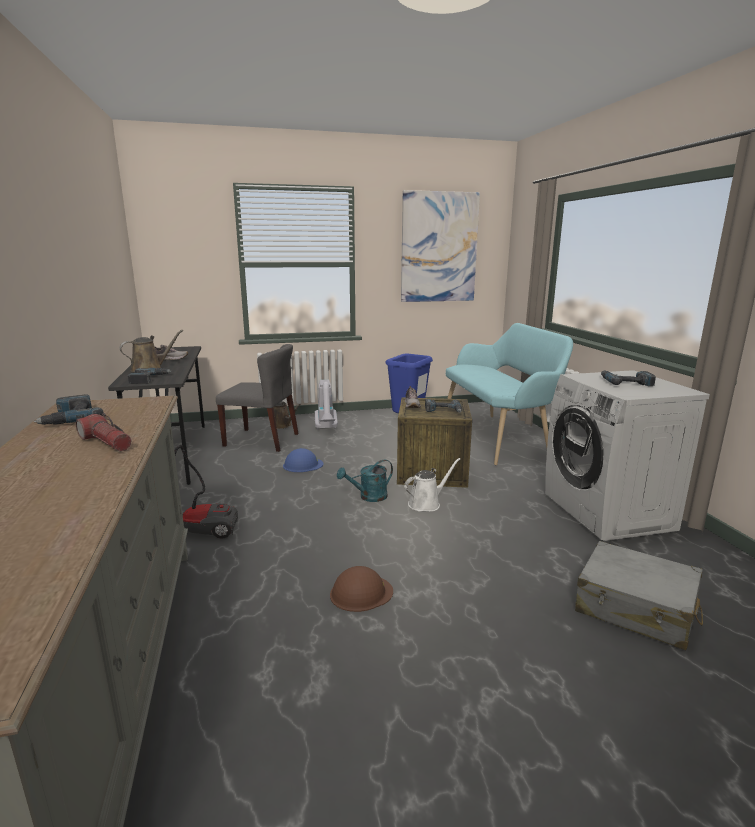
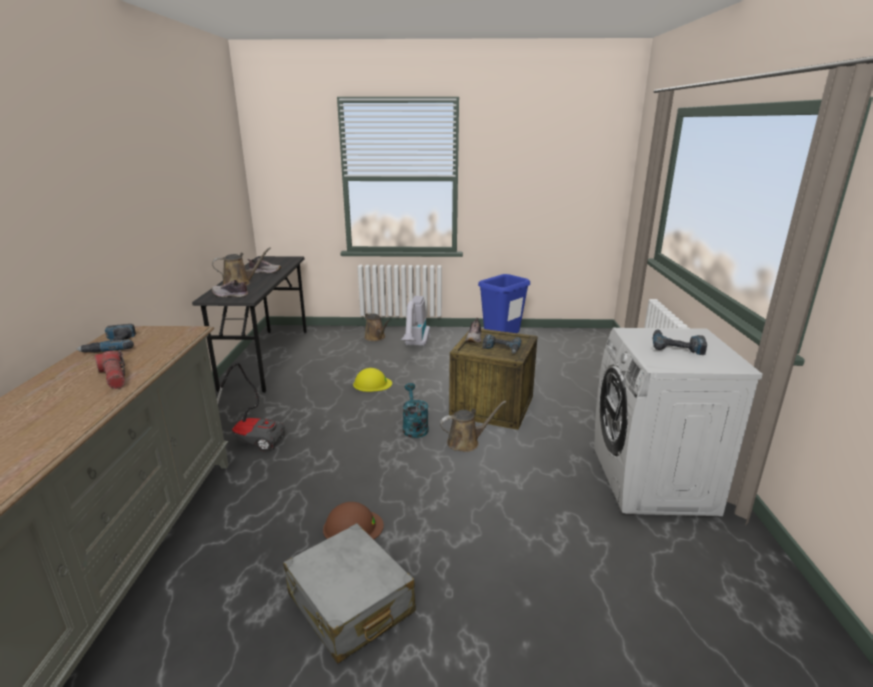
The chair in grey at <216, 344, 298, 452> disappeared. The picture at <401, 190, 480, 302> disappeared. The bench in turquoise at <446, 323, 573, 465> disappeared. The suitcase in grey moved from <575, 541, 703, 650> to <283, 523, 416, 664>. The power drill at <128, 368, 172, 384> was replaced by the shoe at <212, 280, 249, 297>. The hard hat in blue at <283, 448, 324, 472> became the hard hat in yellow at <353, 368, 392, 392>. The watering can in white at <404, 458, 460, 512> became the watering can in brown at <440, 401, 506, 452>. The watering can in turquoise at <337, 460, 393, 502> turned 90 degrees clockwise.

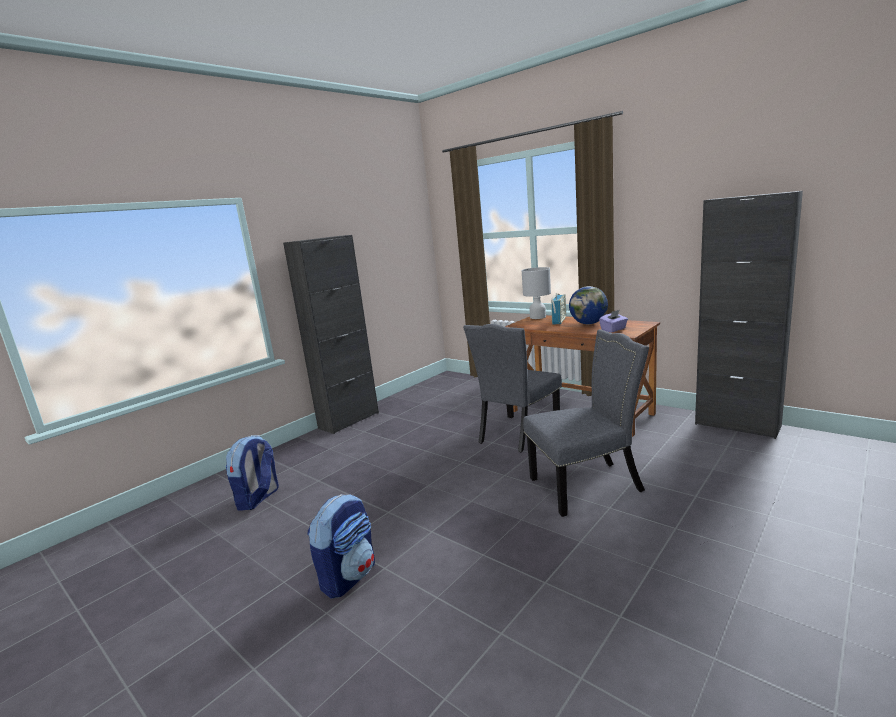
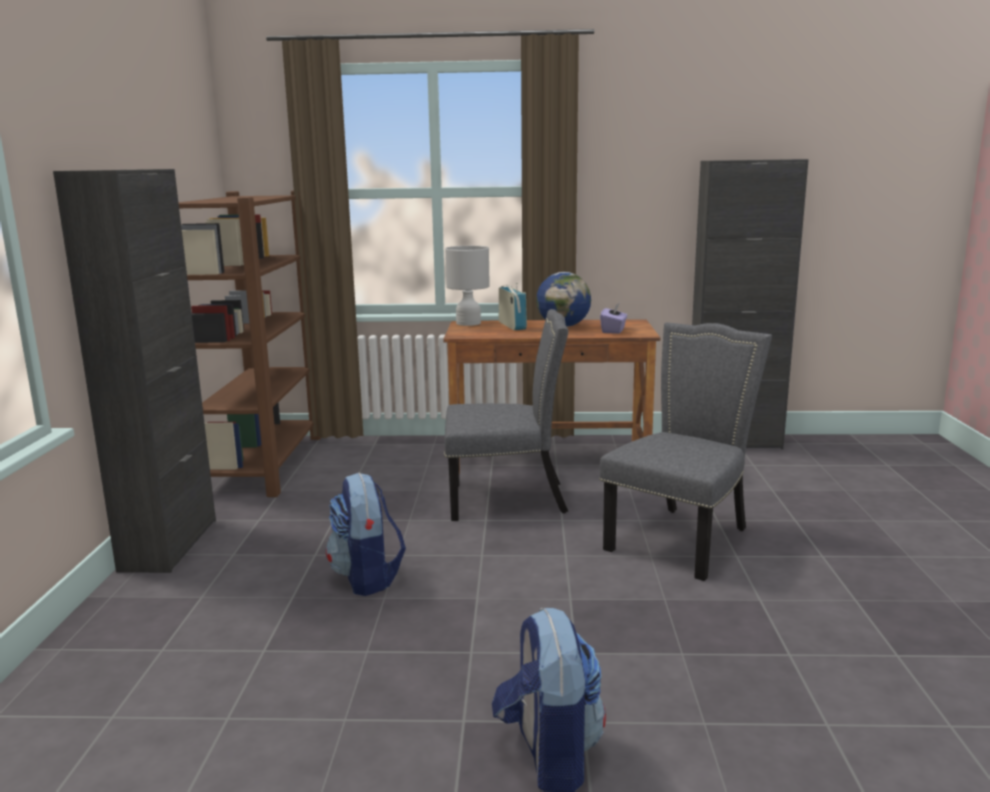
The bookcase in brown at <178, 191, 321, 497> appeared. The backpack moved from <226, 435, 279, 511> to <326, 472, 406, 596>. The chair in grey at <463, 324, 562, 453> turned 90 degrees counterclockwise.

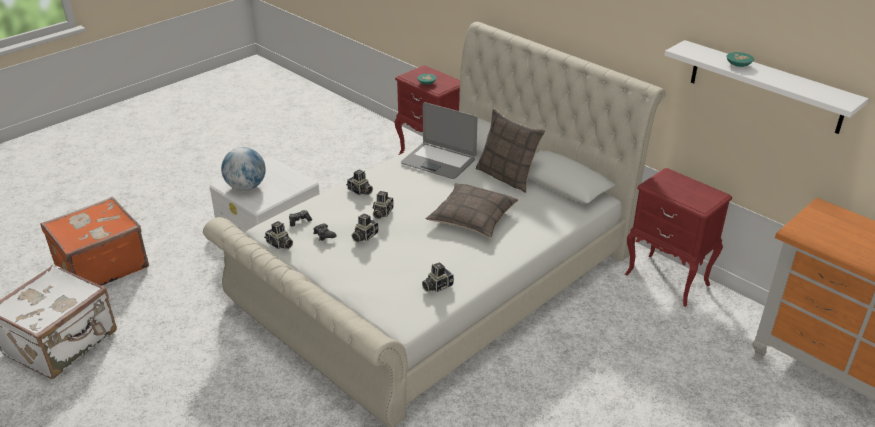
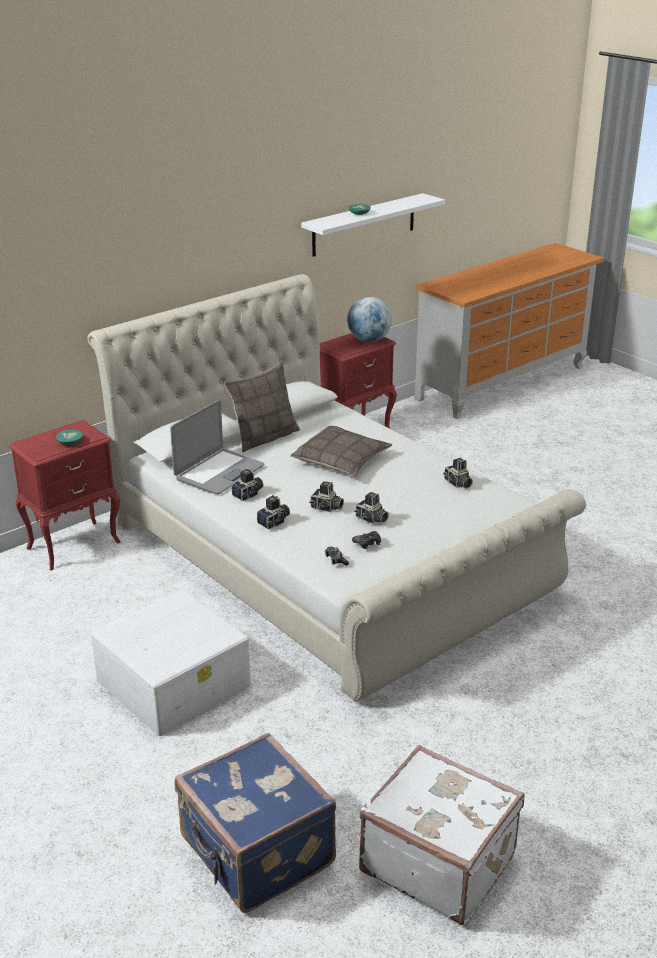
The globe moved from <221, 147, 266, 191> to <347, 297, 392, 342>. The photo camera moved from <264, 221, 293, 249> to <232, 468, 263, 501>. The suitcase in orange at <41, 197, 149, 286> became the suitcase in blue at <174, 733, 336, 913>.

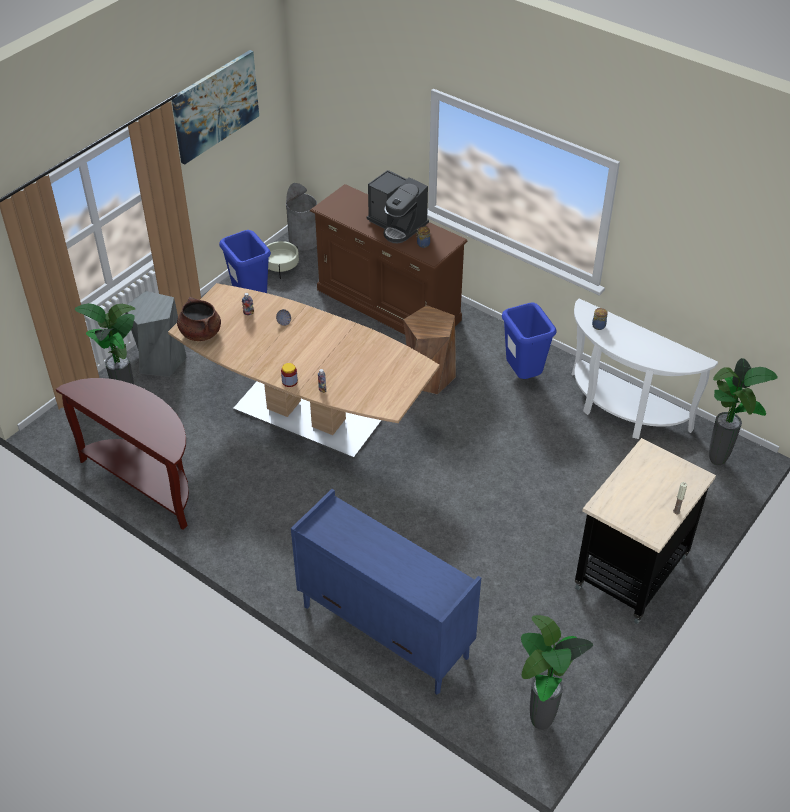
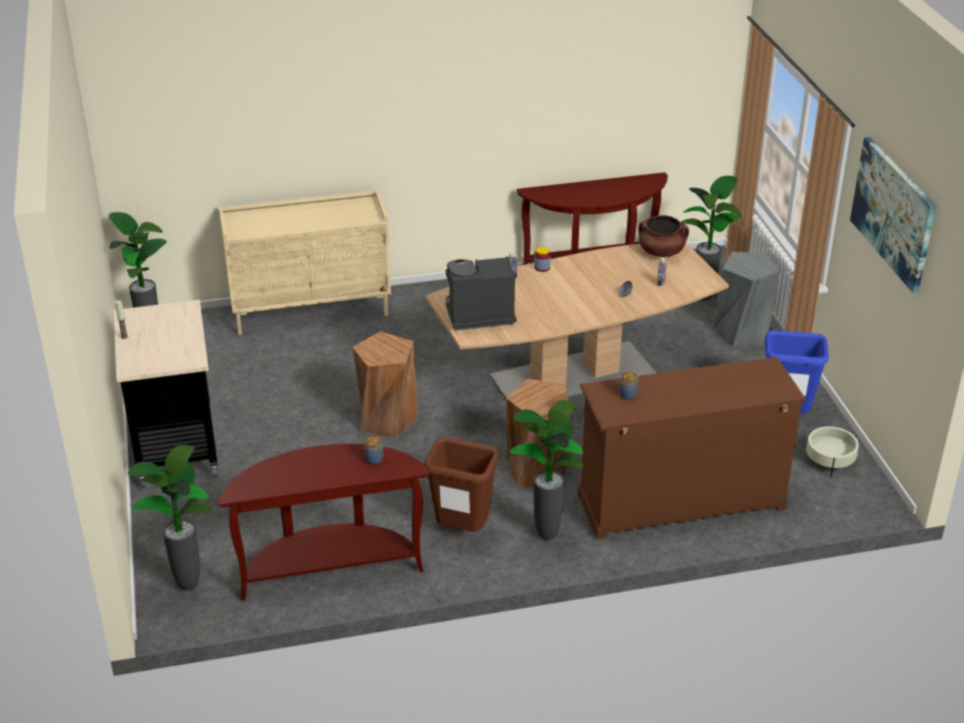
The trash can in grey at <286, 183, 317, 251> disappeared. The stool in brown at <352, 331, 418, 438> appeared. The potted plant at <510, 400, 584, 540> appeared. The coffee machine moved from <367, 170, 429, 243> to <445, 256, 517, 331>. The cabinet in blue at <291, 489, 481, 695> became the cabinet in beige at <219, 190, 391, 335>. The trash can in blue at <502, 303, 556, 379> became the trash can in brown at <424, 437, 500, 532>. The console table in white at <571, 298, 718, 439> became the console table in brown at <219, 444, 429, 600>.

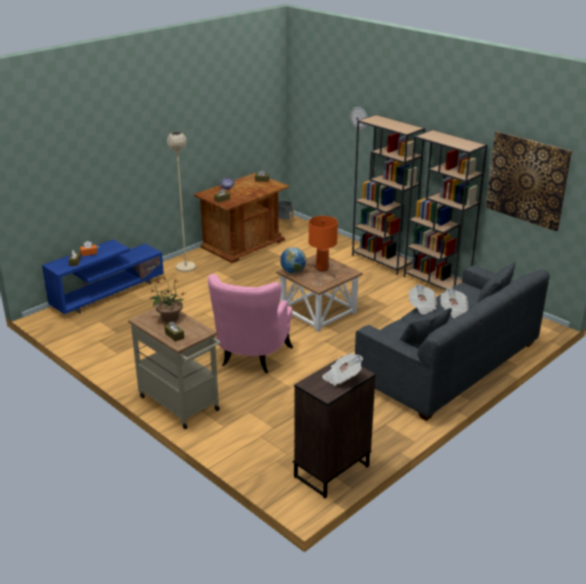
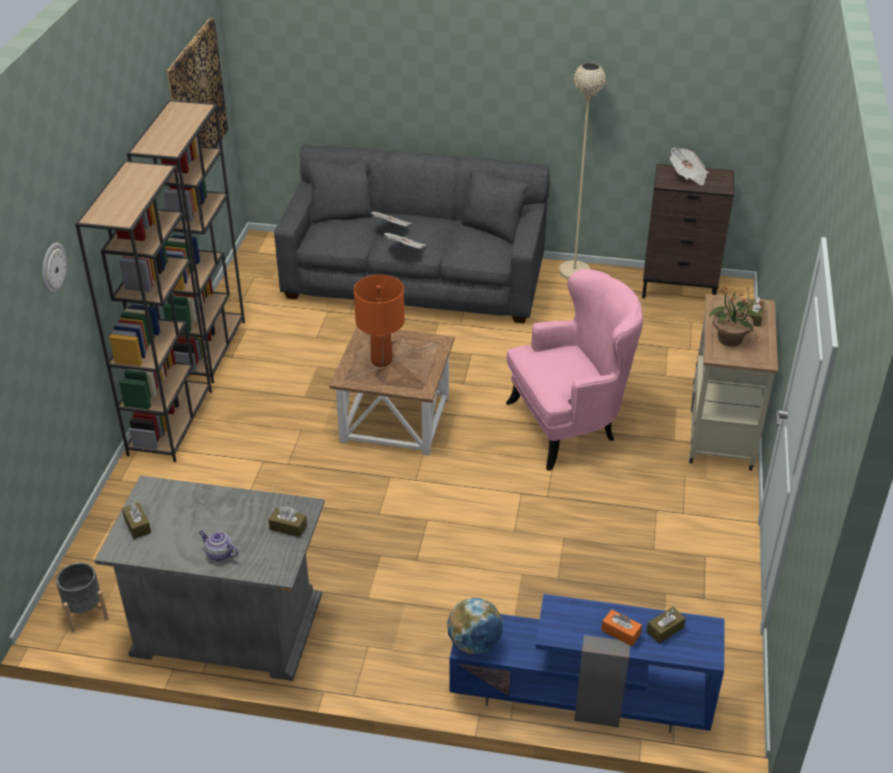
The floor lamp in beige moved from <167, 131, 196, 272> to <559, 62, 605, 279>. The globe moved from <280, 247, 306, 273> to <447, 598, 503, 654>. The cabinet in brown at <194, 173, 289, 263> became the cabinet in grey at <94, 476, 324, 681>.

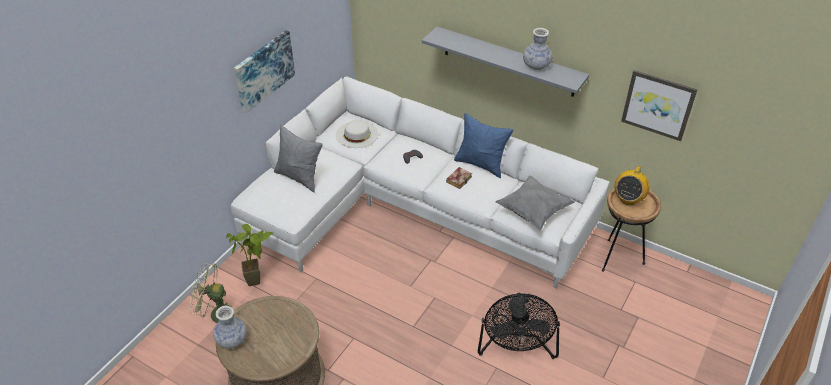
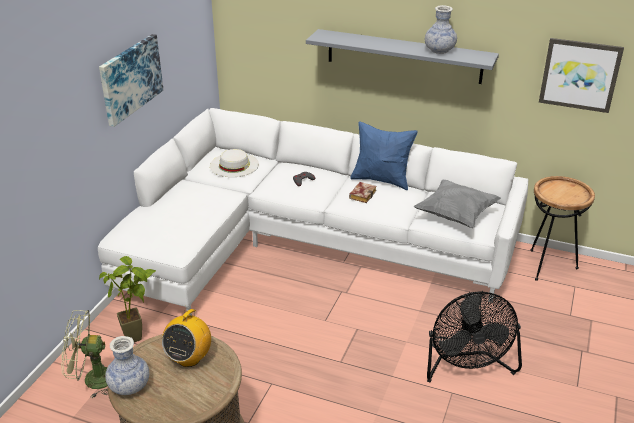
The pillow in grey at <274, 124, 323, 193> disappeared. The radio moved from <615, 163, 649, 205> to <162, 306, 211, 367>.

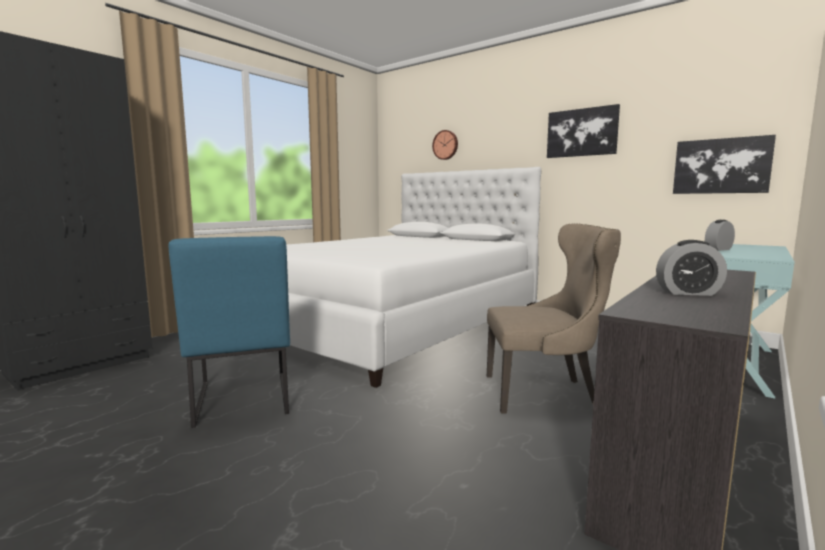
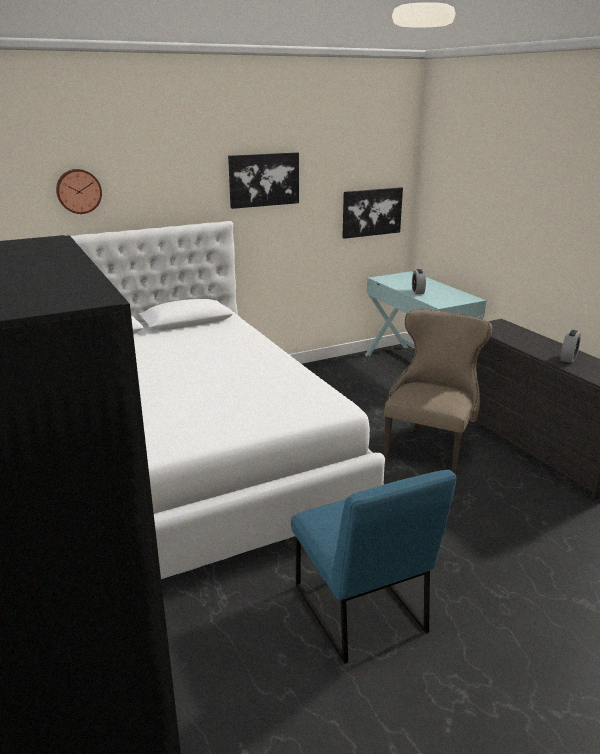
The chair in blue at <169, 236, 290, 428> turned 60 degrees clockwise.

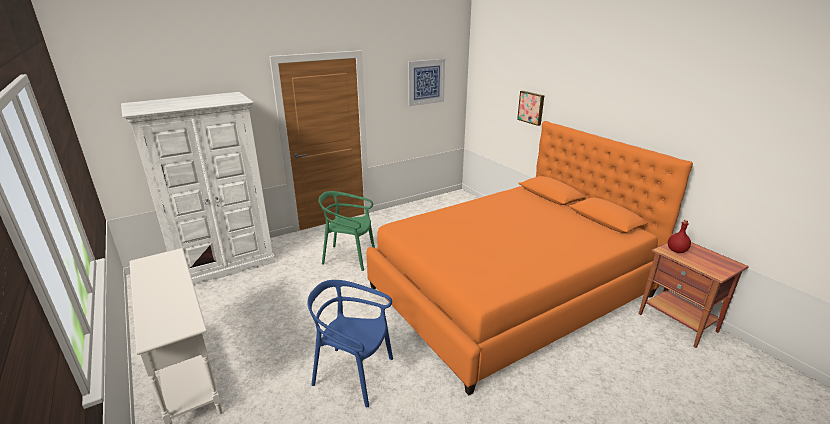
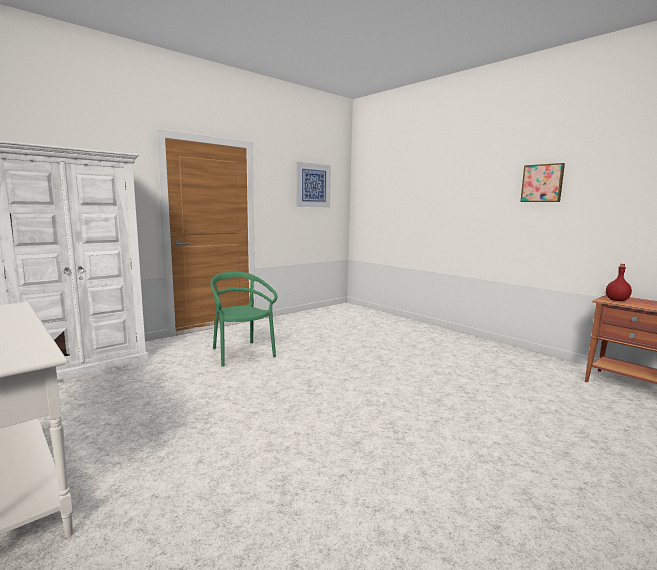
The chair in blue at <307, 280, 393, 407> disappeared. The bed in orange at <367, 121, 693, 395> disappeared. The picture moved from <517, 91, 544, 126> to <520, 163, 565, 202>. The chair in green at <319, 191, 375, 271> turned 60 degrees clockwise.

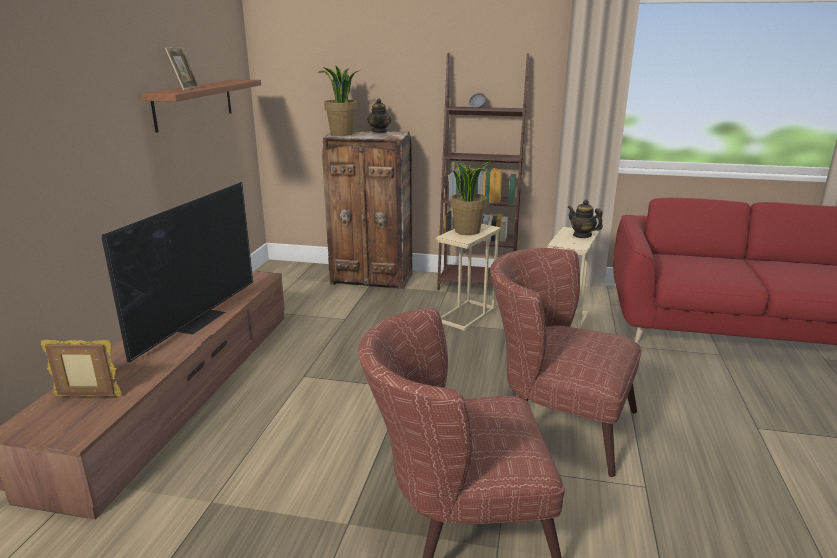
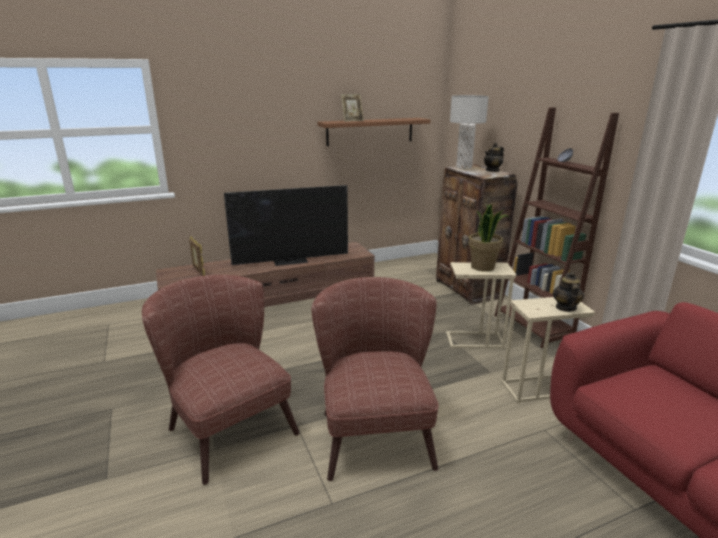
The potted plant at <317, 65, 358, 136> was replaced by the table lamp in white at <450, 95, 489, 169>.

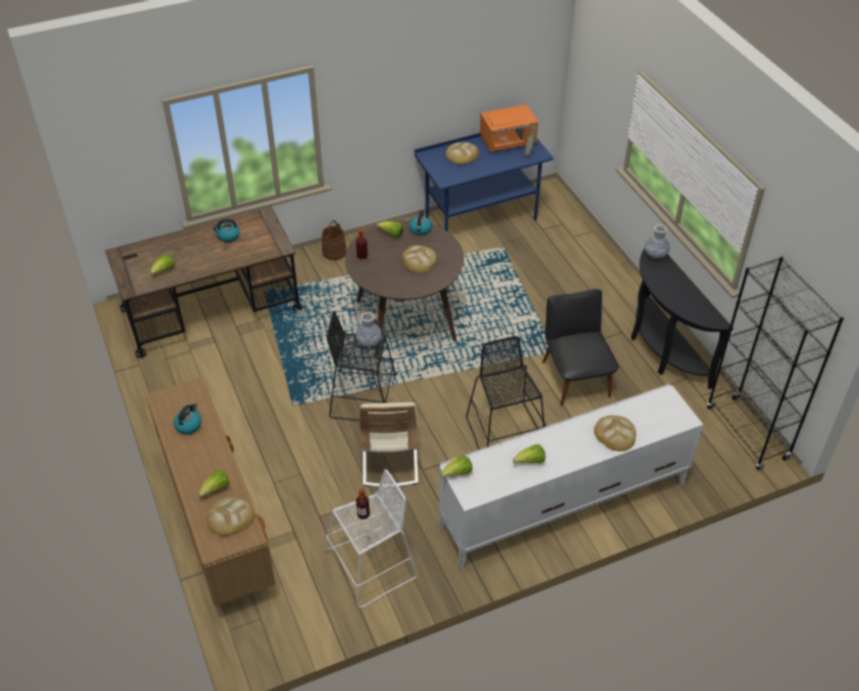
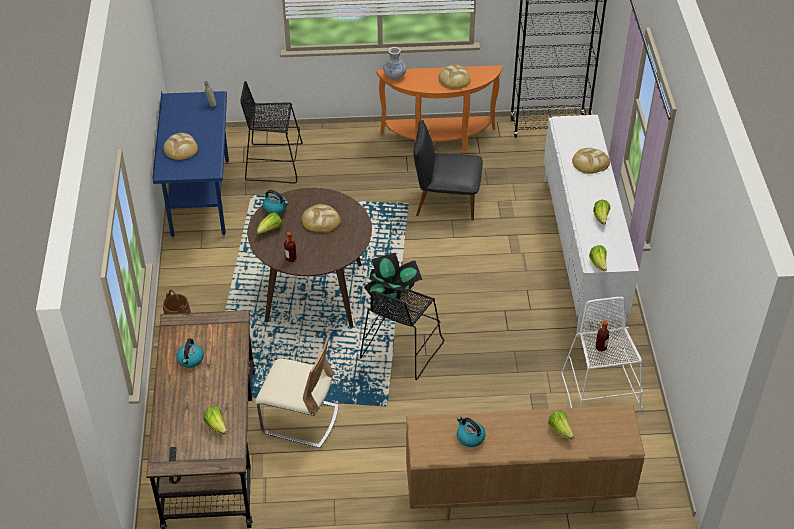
The microwave in orange at <480, 105, 538, 152> disappeared. The bread moved from <207, 497, 255, 536> to <438, 64, 471, 89>. The chair in beige moved from <360, 402, 418, 487> to <255, 332, 339, 448>. The stool in black moved from <466, 336, 546, 450> to <240, 81, 303, 184>. The vase at <356, 312, 382, 347> was replaced by the potted plant at <364, 253, 423, 304>. The console table in black at <631, 248, 733, 389> became the console table in orange at <377, 65, 502, 151>.

